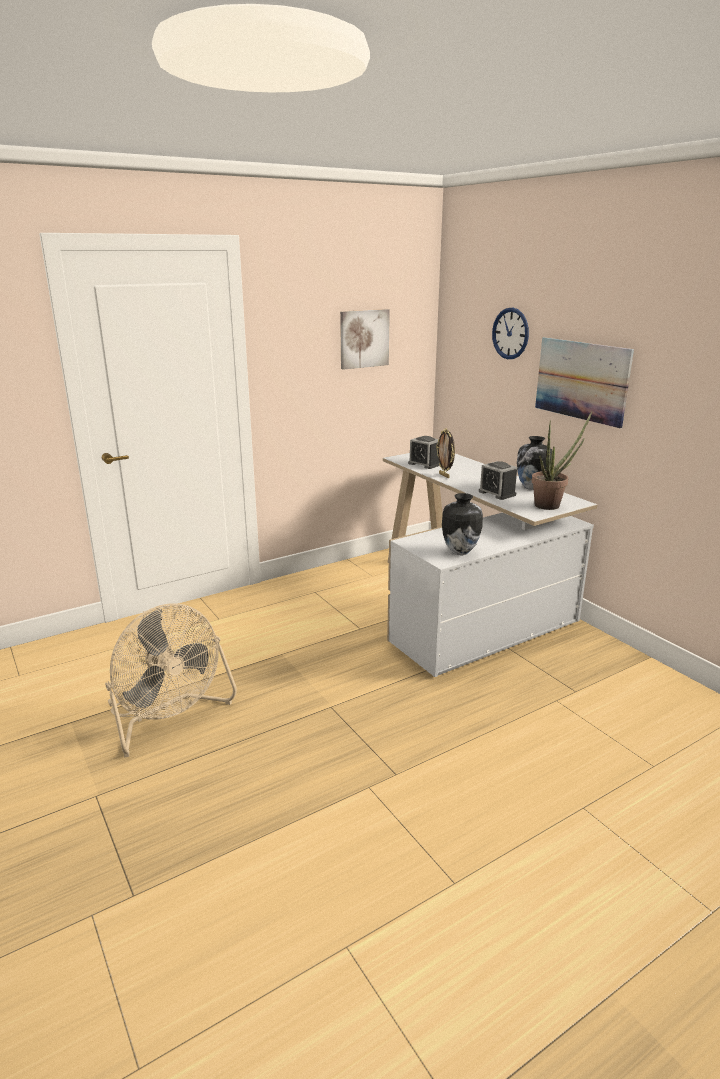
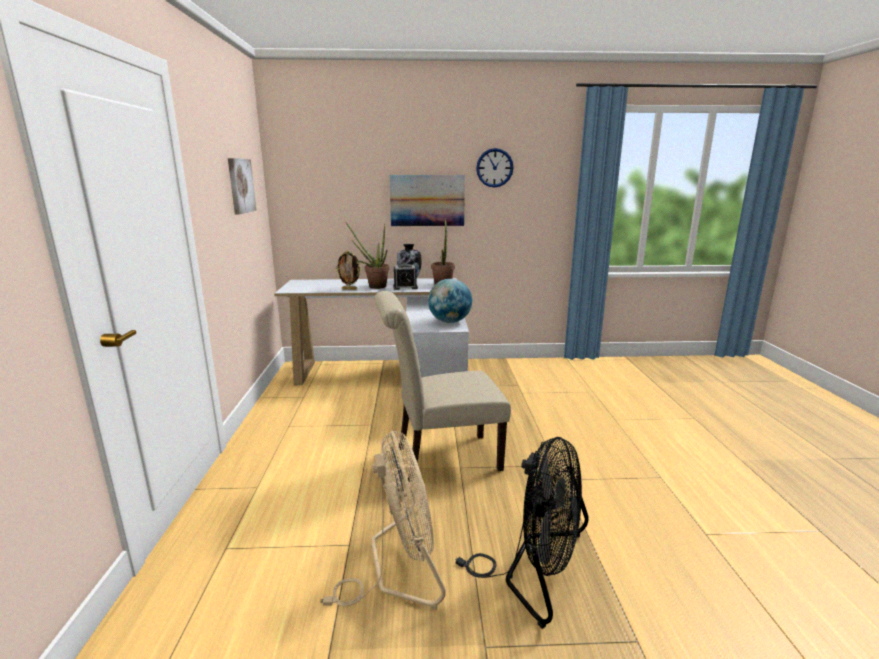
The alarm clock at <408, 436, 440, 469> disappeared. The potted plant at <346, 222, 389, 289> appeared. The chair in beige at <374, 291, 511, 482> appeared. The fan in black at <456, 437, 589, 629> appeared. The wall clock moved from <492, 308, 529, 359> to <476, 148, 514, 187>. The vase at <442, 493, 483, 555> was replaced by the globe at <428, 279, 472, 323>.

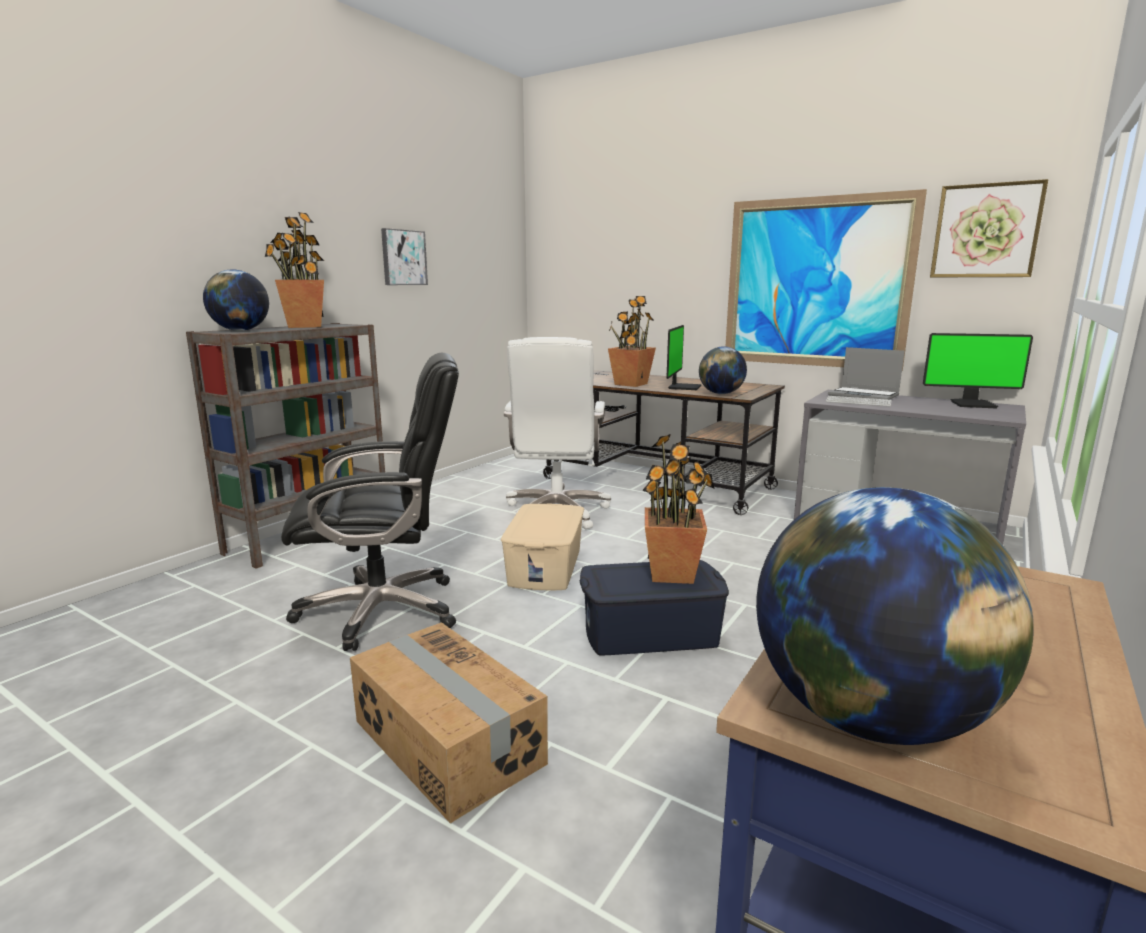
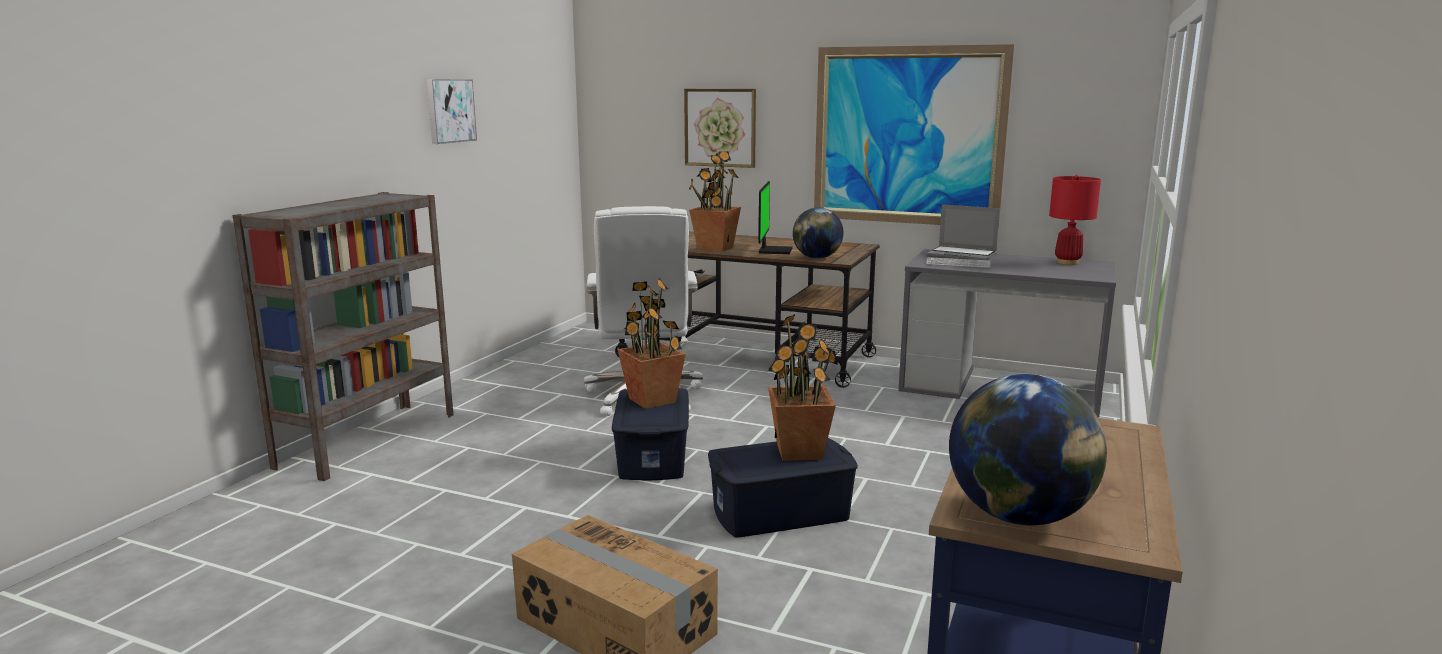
The globe at <203, 269, 269, 331> disappeared. The office chair in black at <281, 353, 459, 651> disappeared. The potted plant moved from <265, 212, 324, 328> to <617, 278, 686, 409>. The picture moved from <930, 179, 1048, 277> to <684, 89, 756, 168>. The monitor at <923, 333, 1033, 408> was replaced by the table lamp in red at <1049, 175, 1101, 265>. The storage box in beige at <501, 503, 584, 590> became the storage box in blue at <612, 388, 689, 480>.

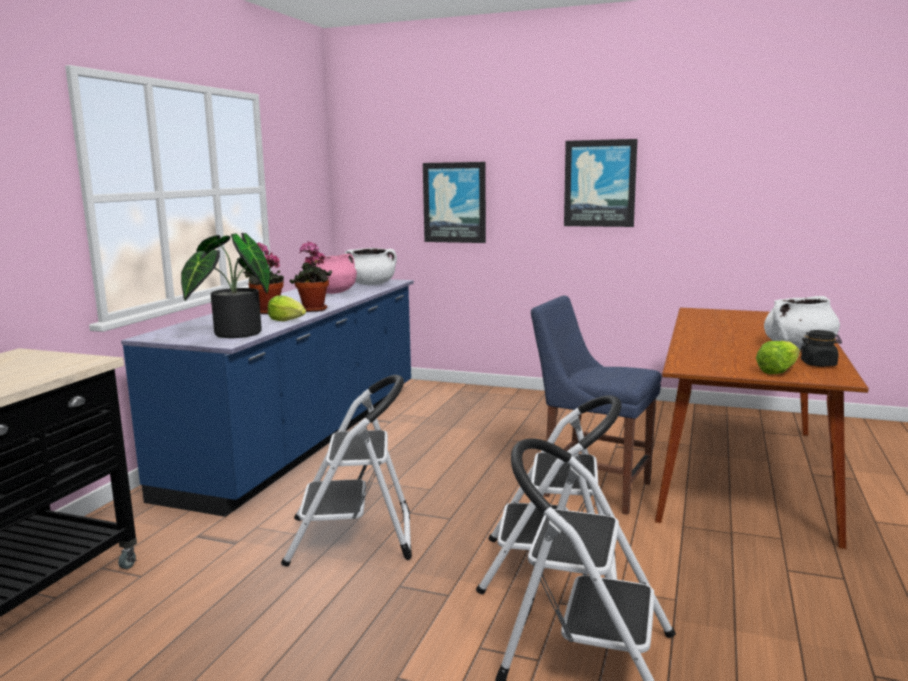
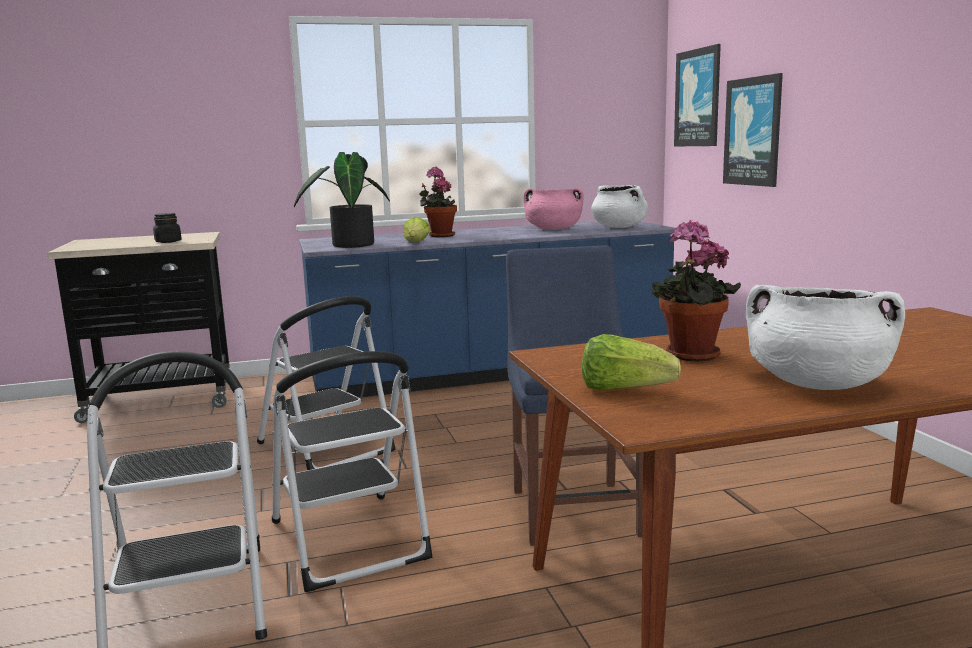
The potted plant moved from <290, 241, 332, 312> to <651, 219, 741, 362>. The picture moved from <564, 139, 637, 227> to <674, 44, 721, 146>. The jar in black moved from <800, 330, 842, 367> to <153, 213, 182, 243>.

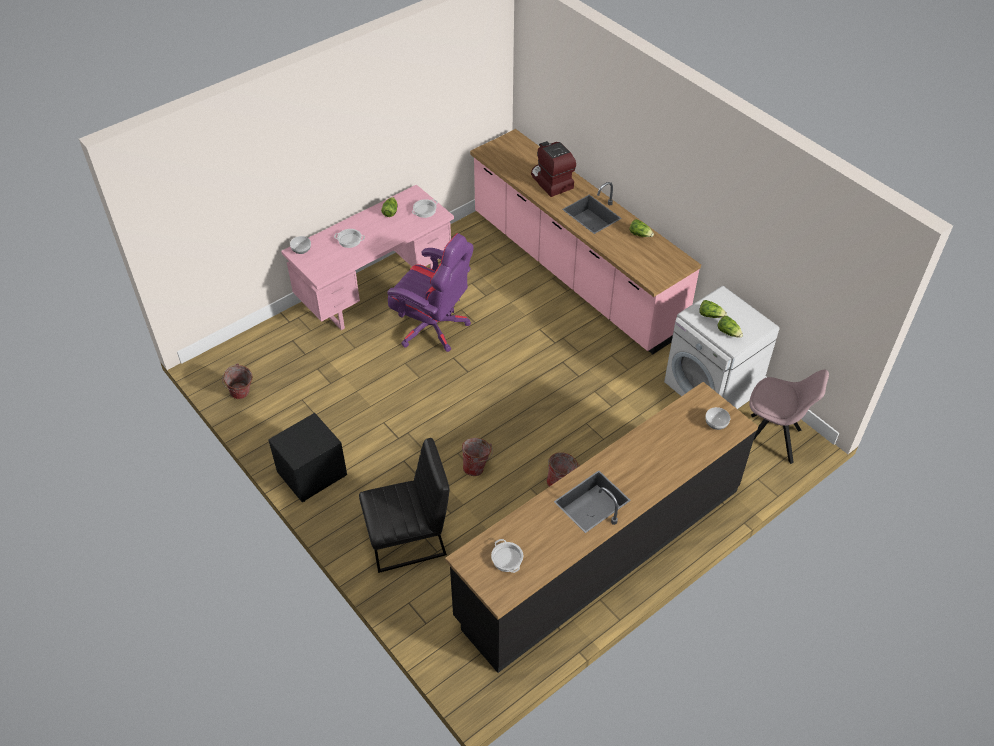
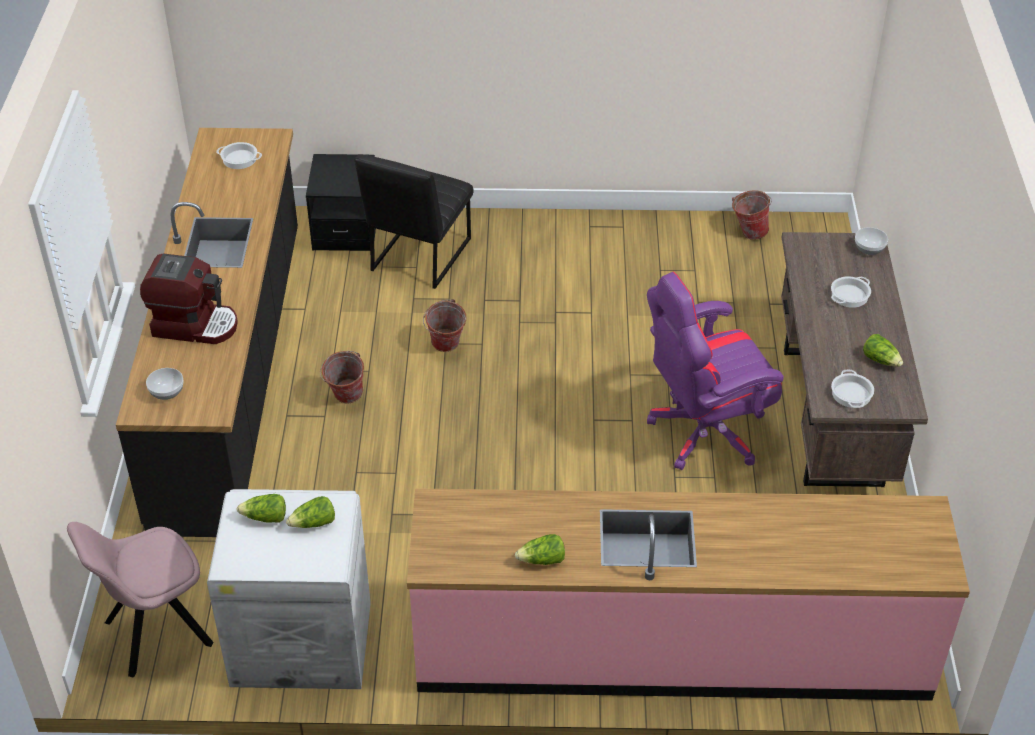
The nightstand in black moved from <268, 413, 347, 502> to <306, 154, 376, 251>. The coffee machine moved from <531, 141, 576, 197> to <140, 253, 238, 344>. The desk in pink at <281, 184, 454, 330> became the desk in brown at <781, 232, 928, 487>.

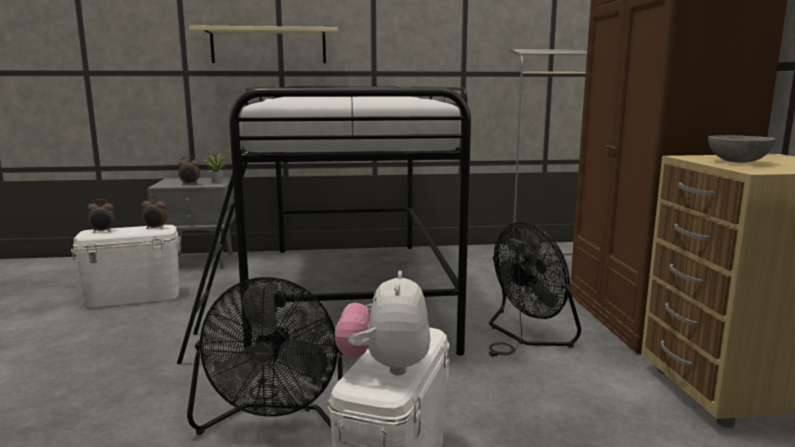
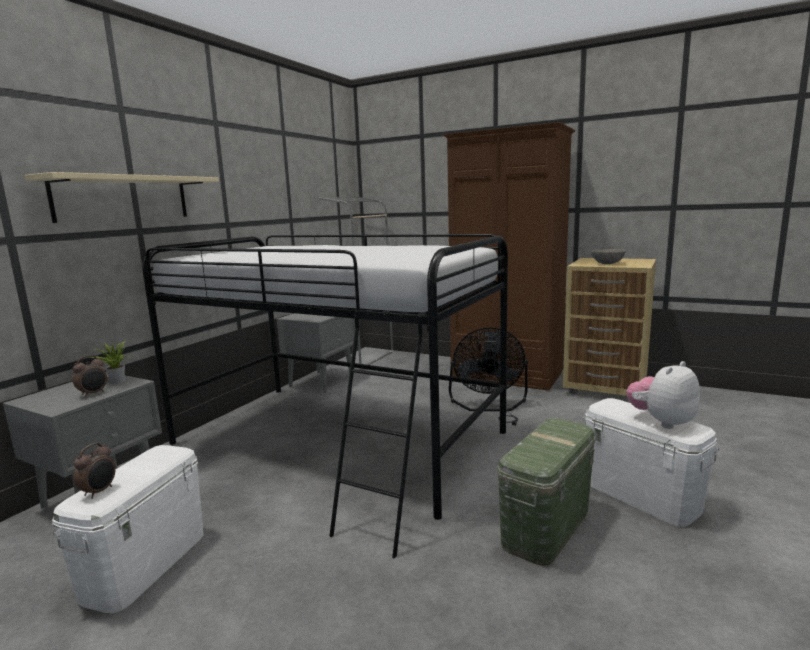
The alarm clock at <141, 197, 167, 229> disappeared. The nightstand in grey at <277, 313, 358, 393> appeared. The fan in black at <187, 277, 343, 435> was replaced by the storage box in green at <497, 418, 596, 566>. The plush toy at <335, 271, 431, 375> turned 105 degrees clockwise.

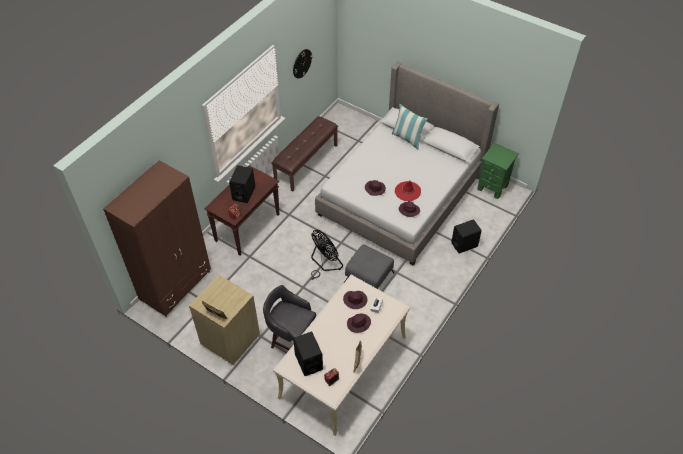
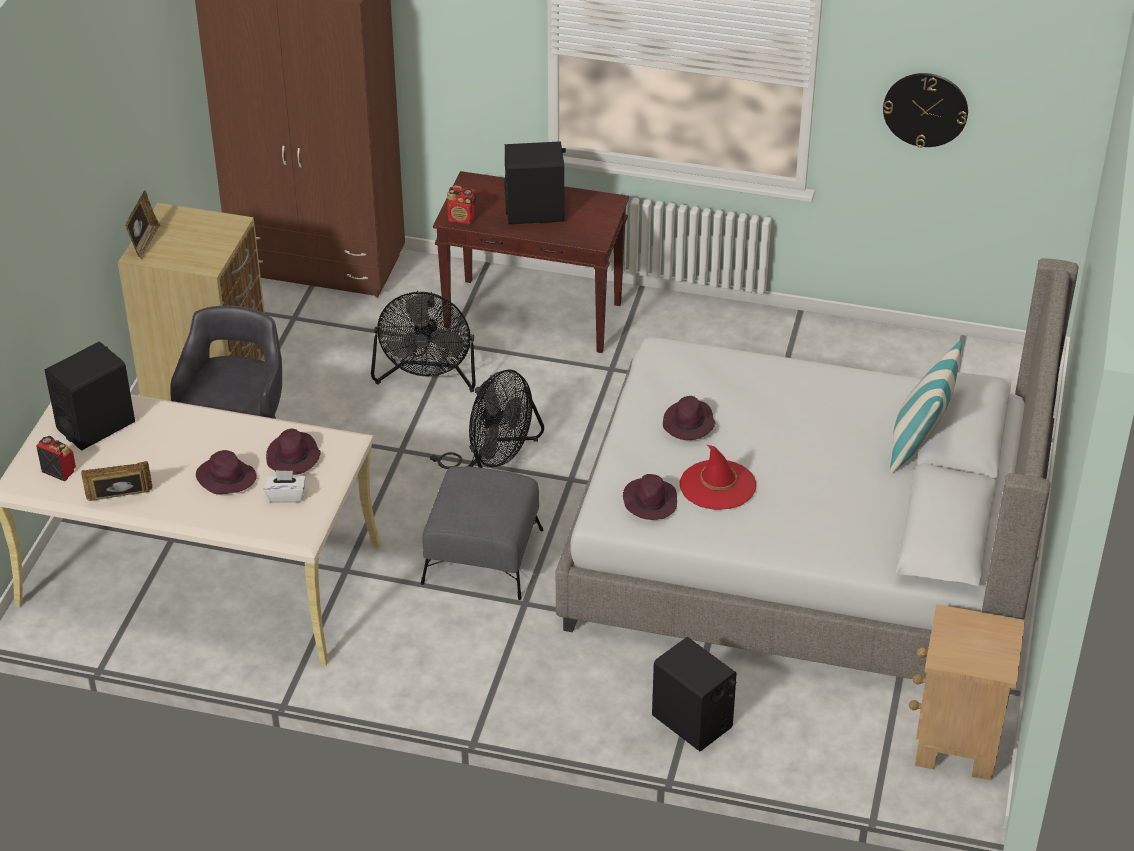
The bench in brown at <272, 116, 338, 192> disappeared. The fan in black at <371, 291, 476, 392> appeared. The nightstand in green at <477, 143, 519, 199> became the nightstand in beige at <909, 604, 1025, 780>.

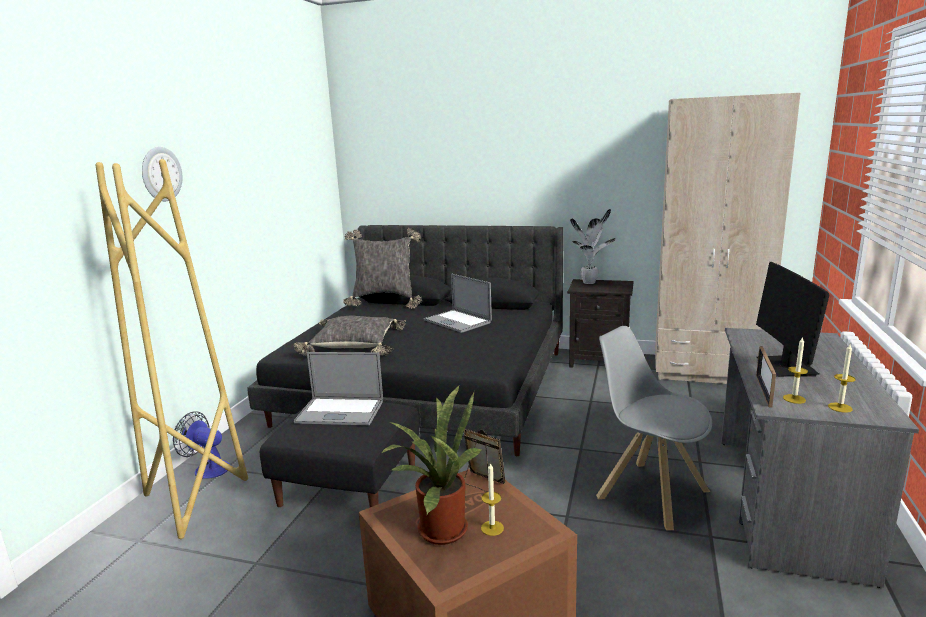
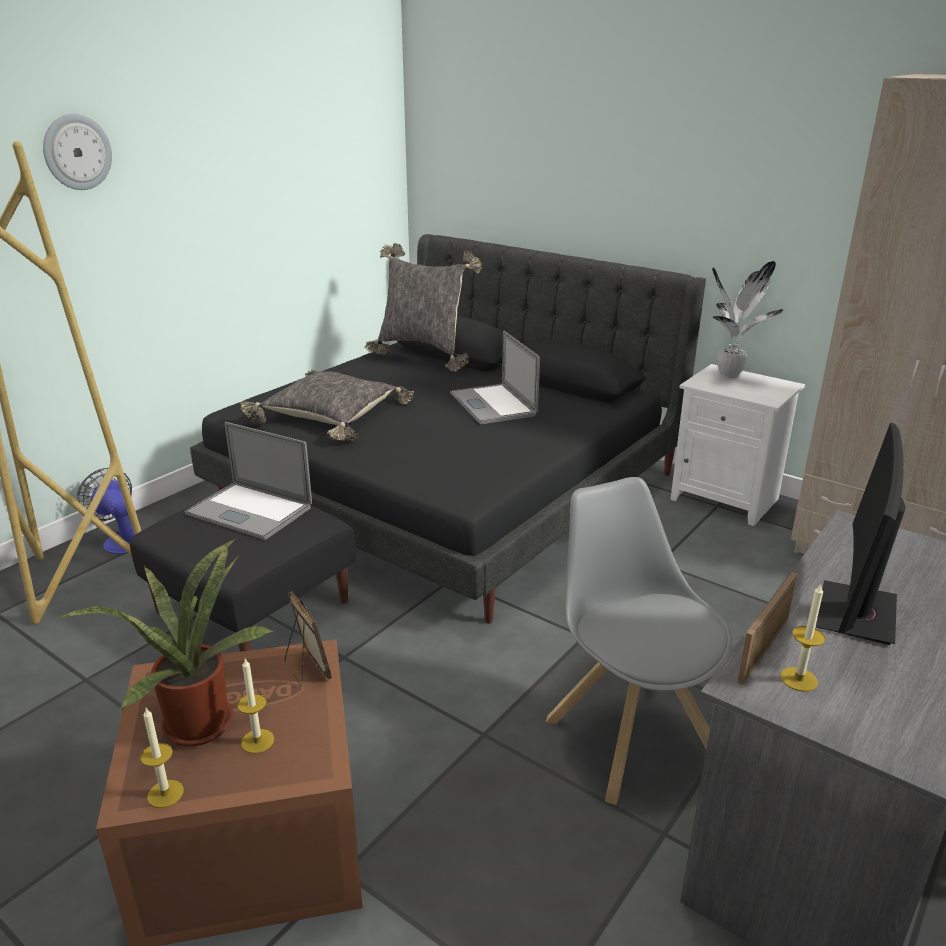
The candle moved from <828, 344, 855, 413> to <140, 708, 184, 808>. The nightstand in black at <568, 279, 633, 368> became the nightstand in white at <670, 364, 805, 526>.

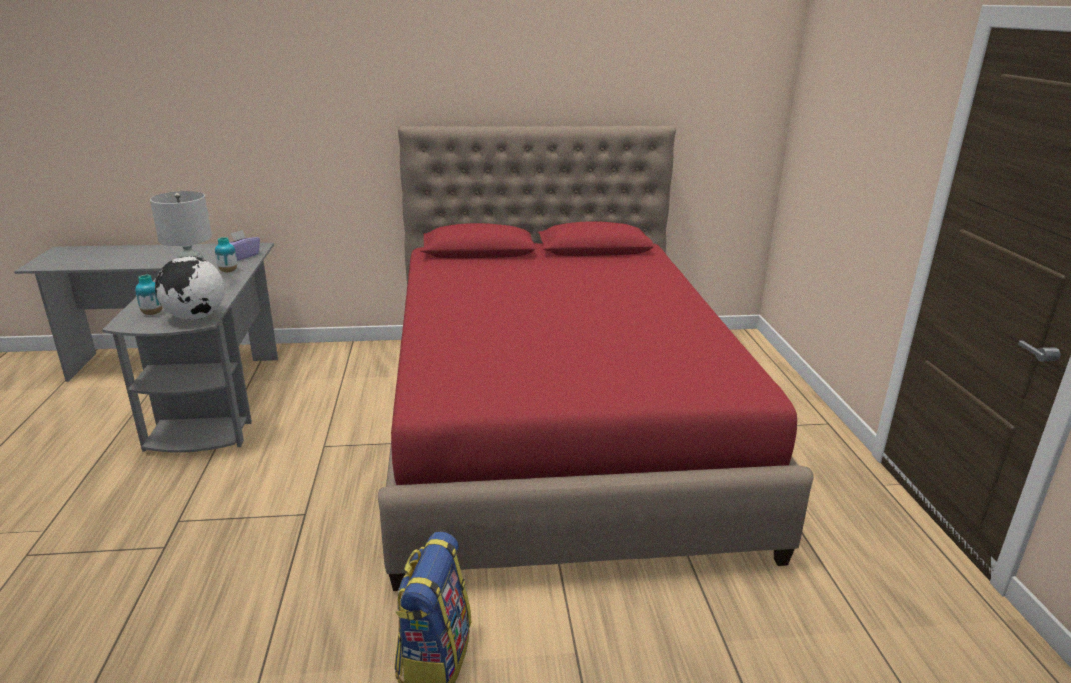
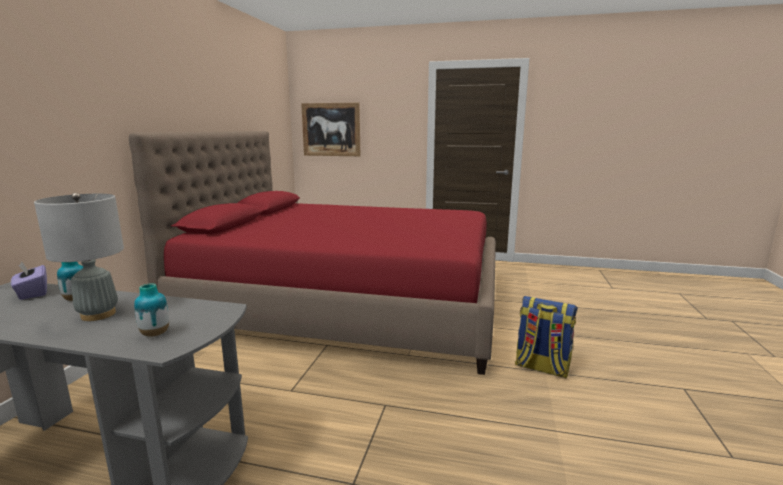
The globe at <155, 256, 225, 320> disappeared. The picture at <301, 103, 360, 156> appeared.

